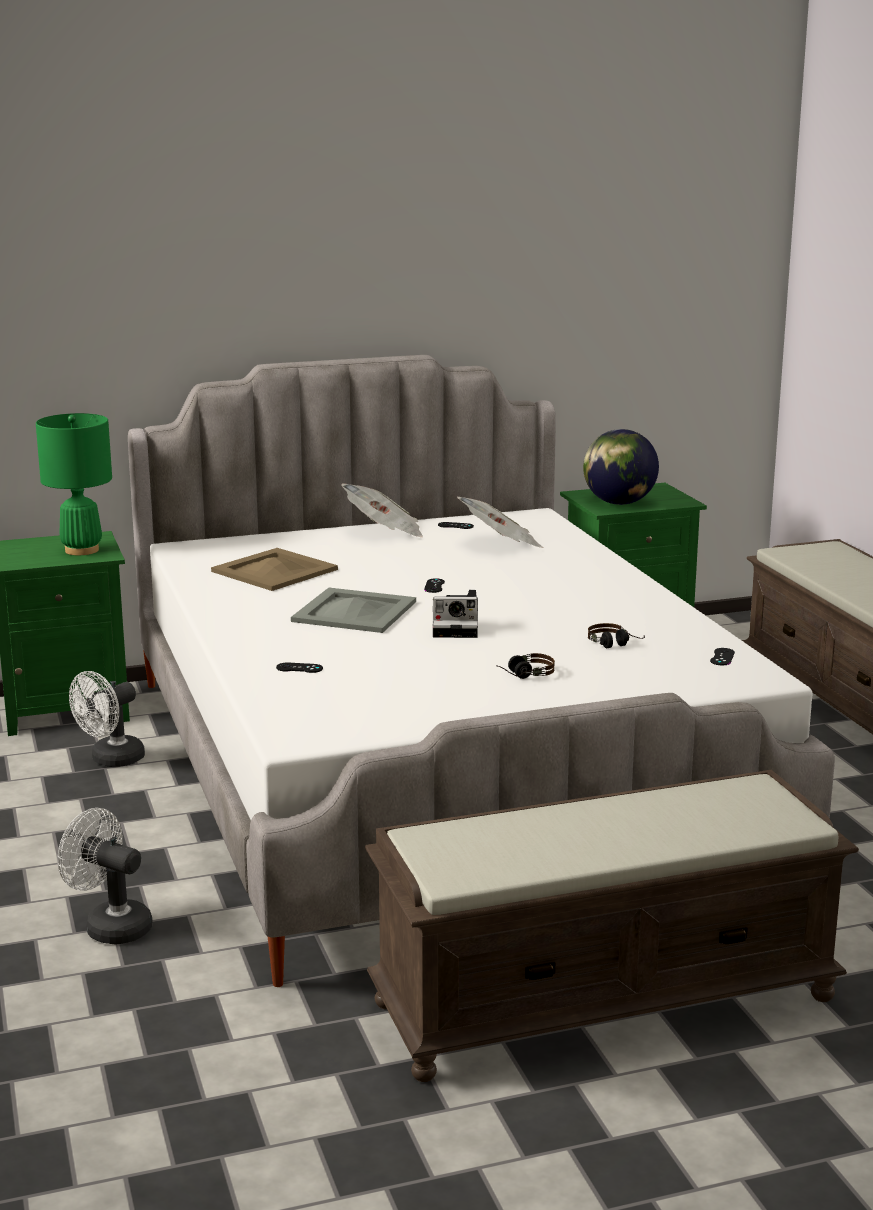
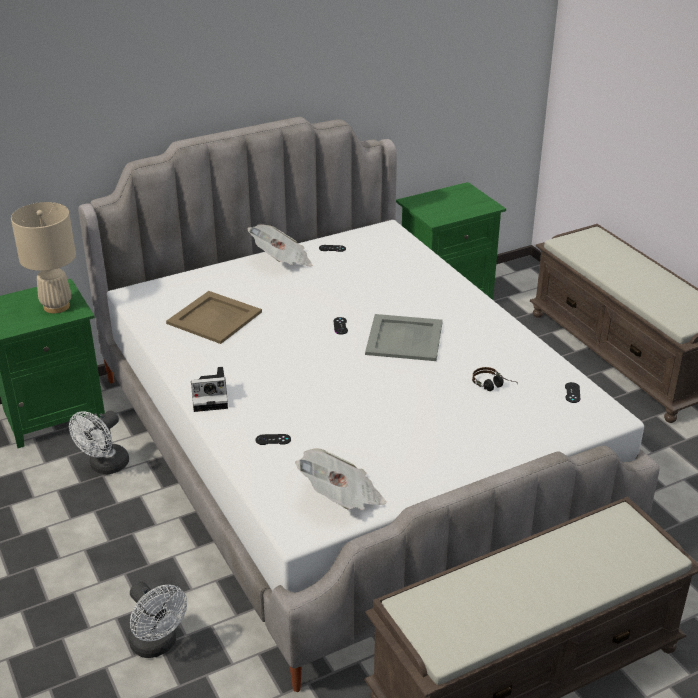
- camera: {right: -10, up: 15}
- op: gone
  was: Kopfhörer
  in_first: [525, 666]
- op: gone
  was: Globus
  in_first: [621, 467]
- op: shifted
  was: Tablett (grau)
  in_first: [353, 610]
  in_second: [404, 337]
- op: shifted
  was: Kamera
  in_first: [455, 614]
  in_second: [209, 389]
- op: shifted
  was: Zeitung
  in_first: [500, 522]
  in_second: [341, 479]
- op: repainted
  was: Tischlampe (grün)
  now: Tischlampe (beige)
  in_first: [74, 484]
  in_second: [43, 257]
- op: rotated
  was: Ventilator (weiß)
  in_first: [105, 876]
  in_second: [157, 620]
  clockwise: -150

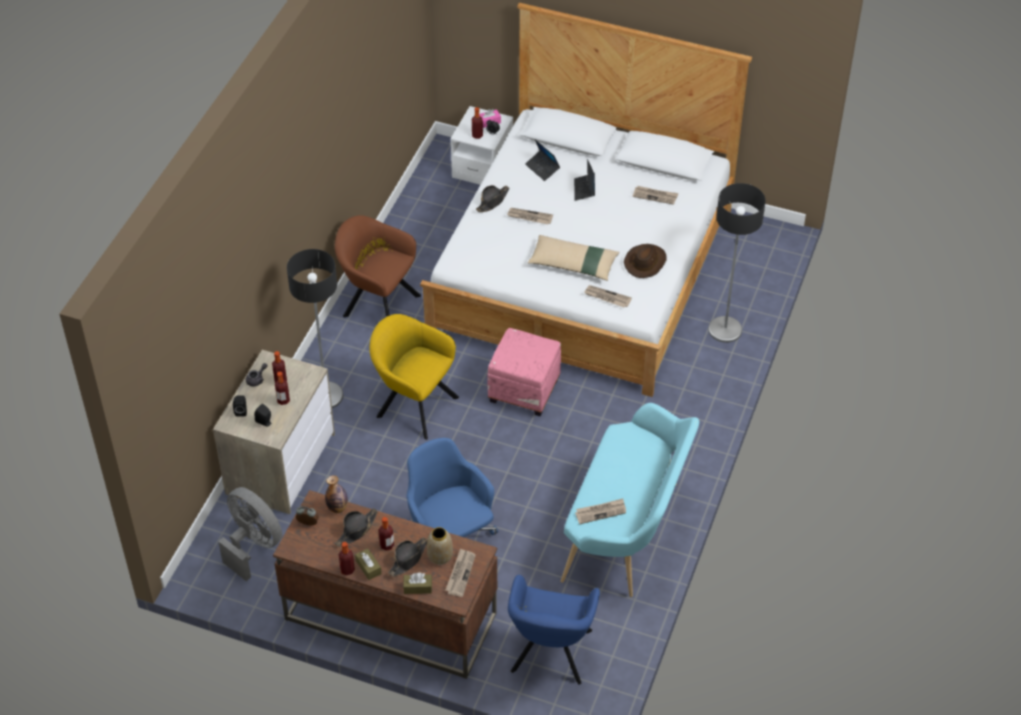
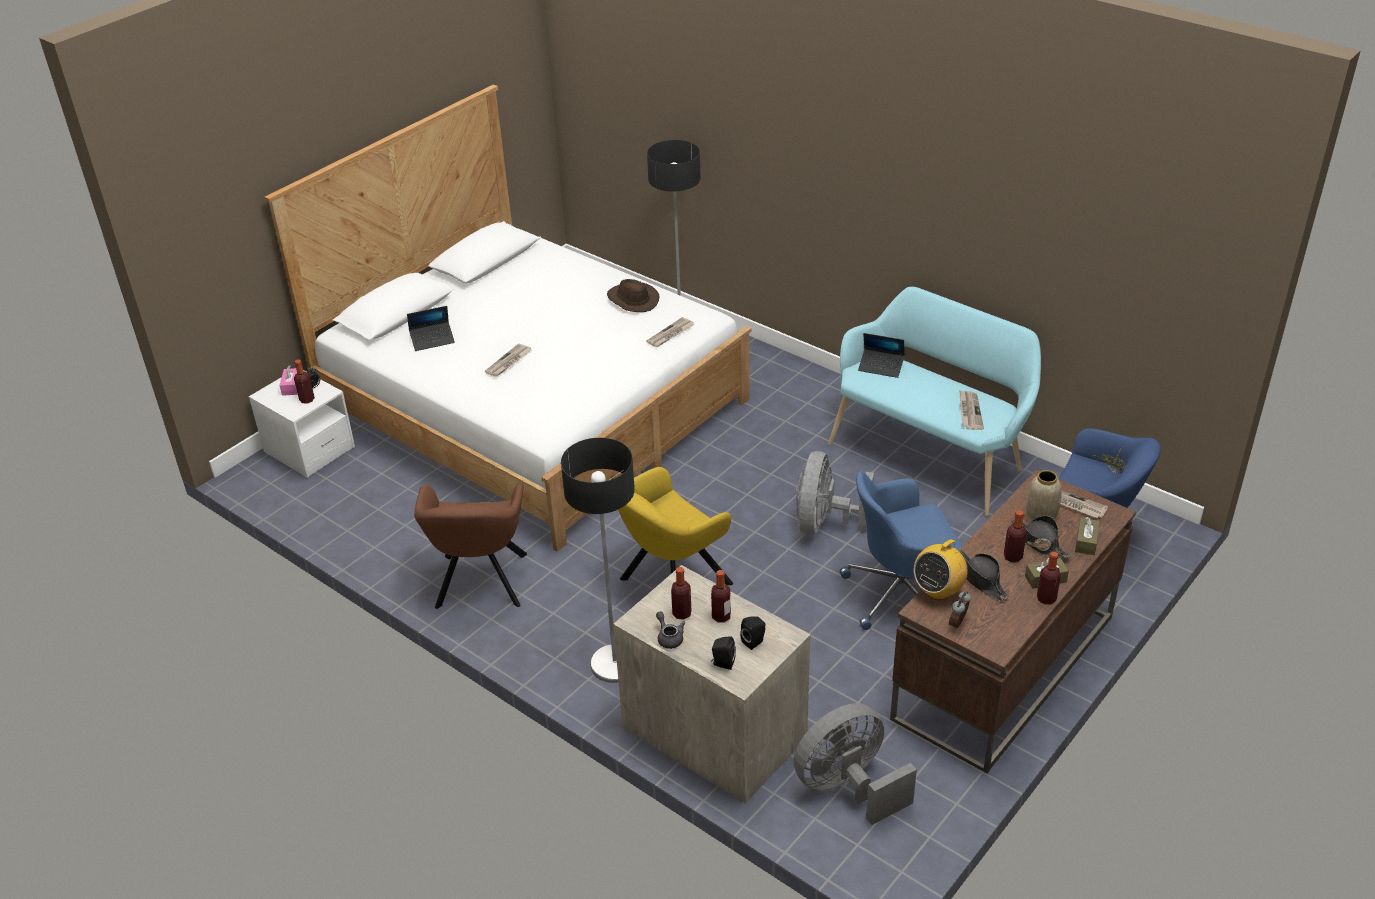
- camera: {right: -70, up: -10}
- op: gone
  was: Hut (schwarz)
  in_first: [493, 198]
- op: gone
  was: Polsterhocker (rosa)
  in_first: [524, 372]
- op: gone
  was: Kissen (beige)
  in_first: [573, 258]
- op: gone
  was: Zeitung
  in_first: [655, 195]
- op: new
  now: Ventilator (grau)
  in_second: [835, 493]
- op: shifted
  was: Laptop
  in_first: [584, 180]
  in_second: [881, 355]
- op: swapped
  was: Flasche
  now: Radio
  in_first: [336, 494]
  in_second: [941, 567]
- op: rotated
  was: Sessel (braun)
  in_first: [378, 266]
  in_second: [470, 545]
  clockwise: -45

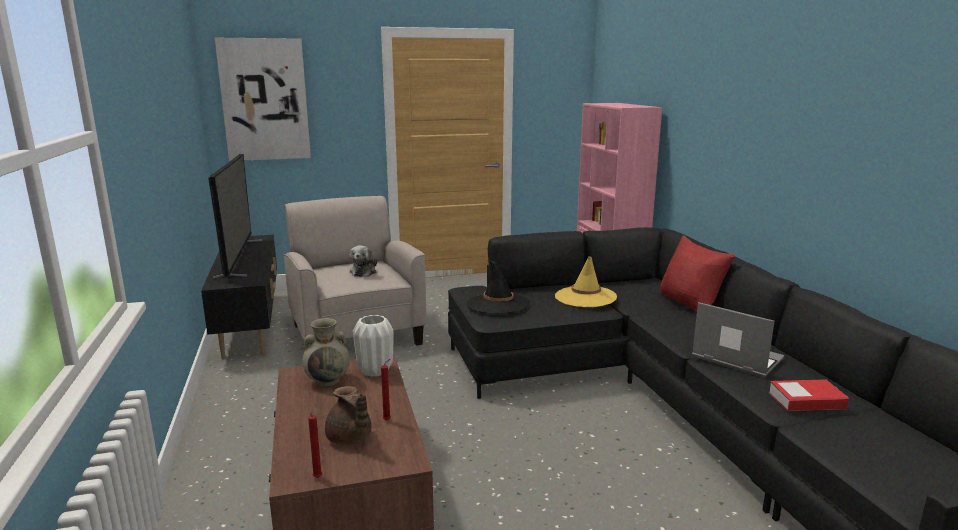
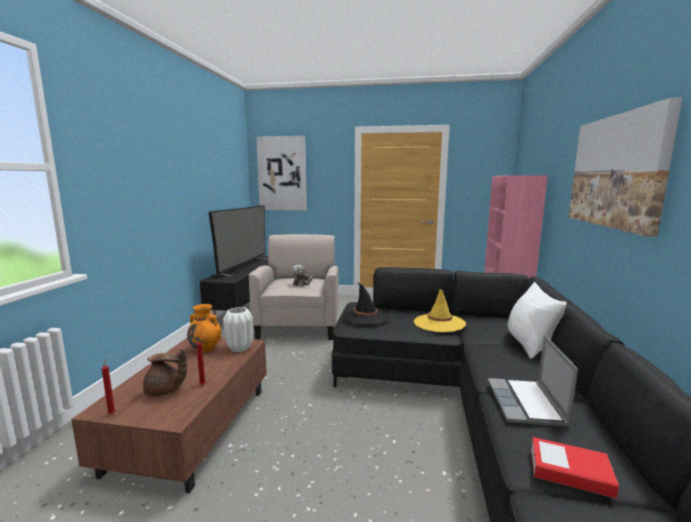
- camera: {right: 25, up: -5}
- op: new
  now: Bild
  in_second: [625, 167]
- op: repainted
  was: Vase (beige)
  now: Vase (orange)
  in_first: [326, 352]
  in_second: [204, 328]
- op: repainted
  was: Kissen (rot)
  now: Kissen (weiß)
  in_first: [697, 274]
  in_second: [537, 320]
- op: rotated
  was: Teekanne (braun)
  in_first: [348, 415]
  in_second: [165, 373]
  clockwise: -75
- op: rotated
  was: Laptop
  in_first: [738, 340]
  in_second: [533, 381]
  clockwise: -150

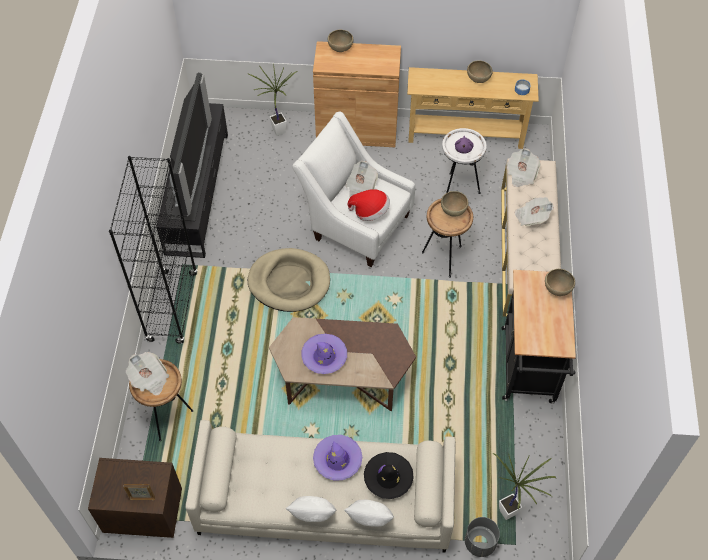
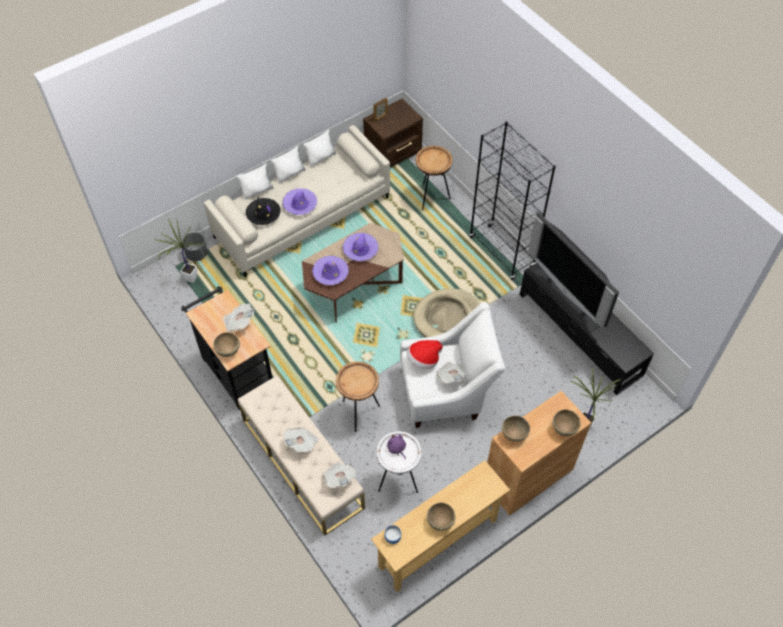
- camera: {right: 140, up: 0}
- op: new
  now: Kissen (weiß)
  in_second: [319, 148]
- op: new
  now: Hut (lila)
  in_second: [330, 270]
- op: shifted
  was: Zeitung
  in_first: [147, 374]
  in_second: [238, 318]
- op: shifted
  was: Schüssel (braun)
  in_first: [455, 204]
  in_second: [516, 428]

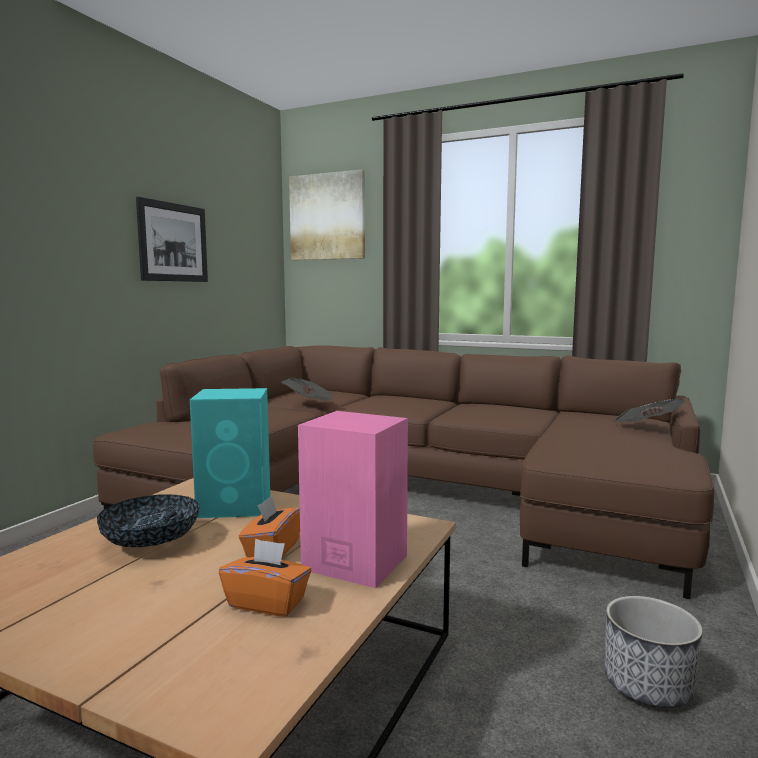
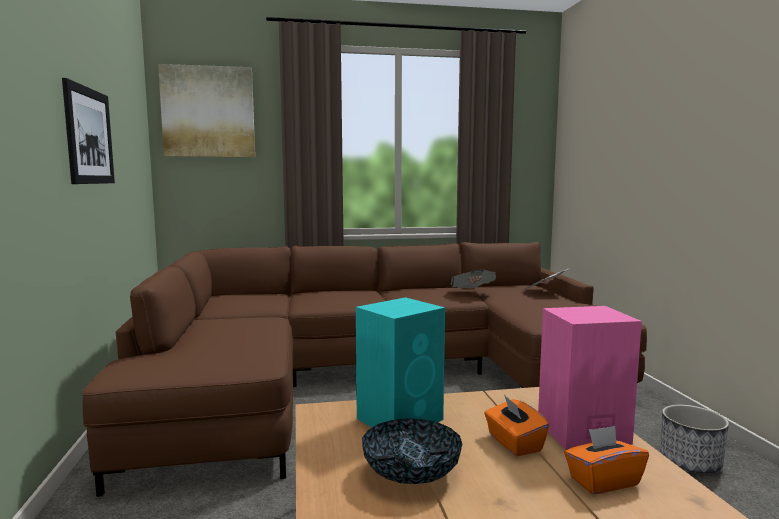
- camera: {right: -35, up: 0}
- op: shifted
  was: Zeitung
  in_first: [307, 389]
  in_second: [473, 279]

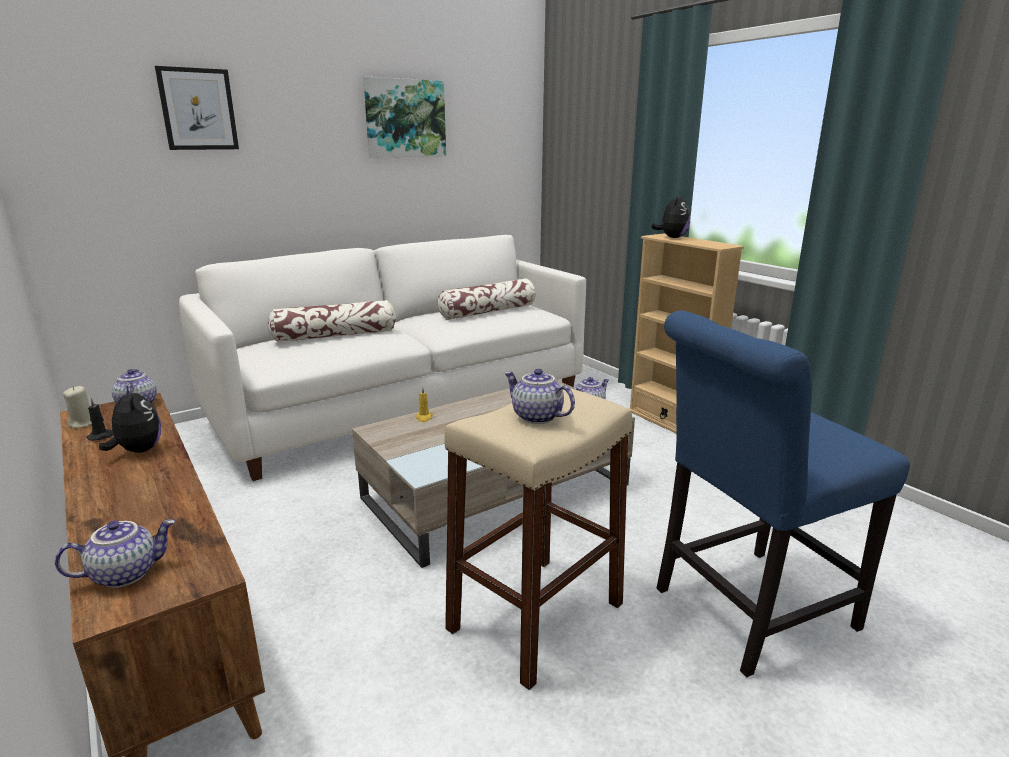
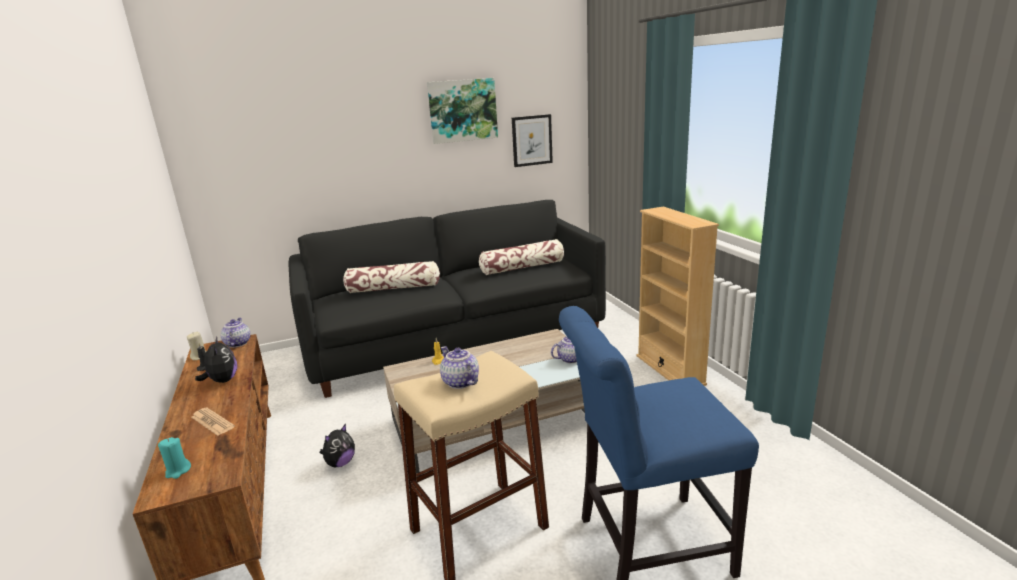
- camera: {right: 15, up: 0}
- op: new
  now: Zeitung
  in_second: [213, 421]
- op: shifted
  was: Bild
  in_first: [197, 108]
  in_second: [532, 140]
- op: shifted
  was: Plüschtier
  in_first: [670, 216]
  in_second: [337, 446]
- op: swapped
  was: Teekanne
  now: Kerze (türkis)
  in_first: [115, 553]
  in_second: [174, 458]
- op: repainted
  was: Sofa (weiß)
  now: Sofa (schwarz)
  in_first: [382, 358]
  in_second: [447, 299]

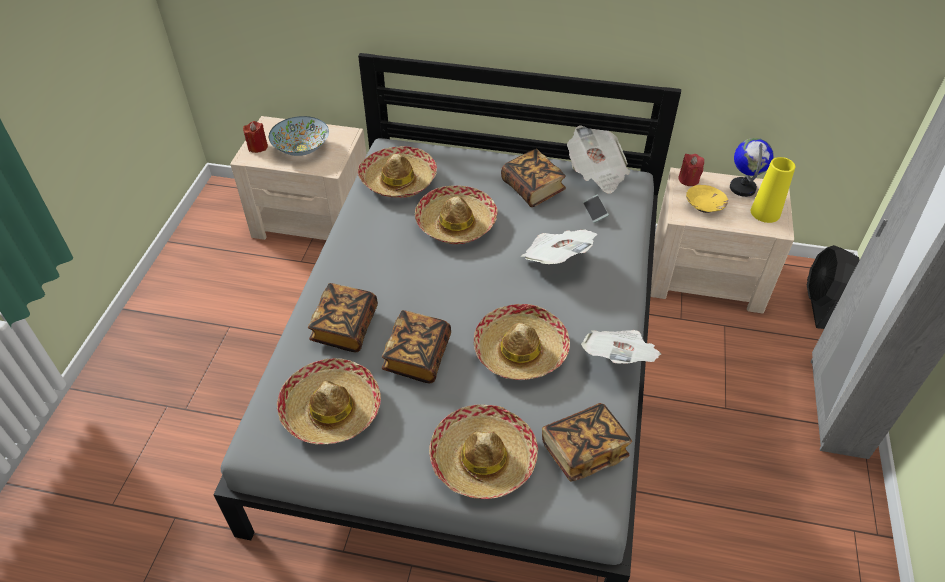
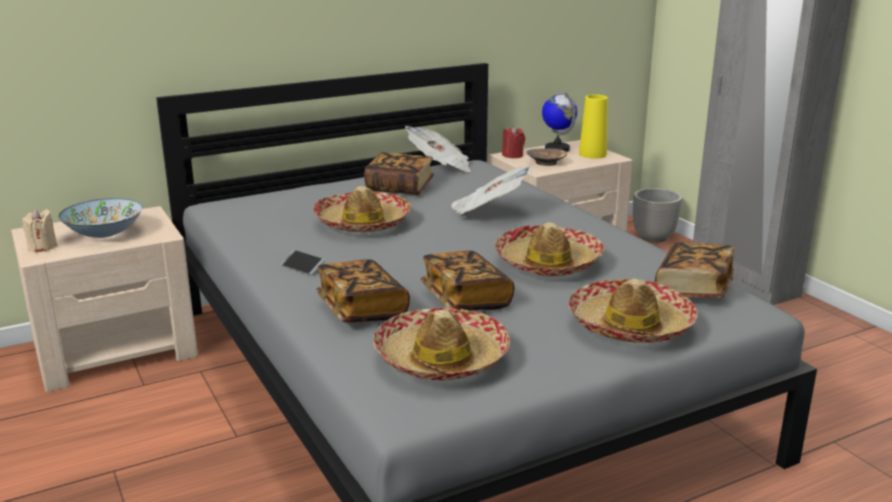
- camera: {right: -40, up: -25}
- op: gone
  was: Hut
  in_first: [397, 172]
- op: gone
  was: Zeitung
  in_first: [621, 347]
- op: shifted
  was: Handy
  in_first: [596, 209]
  in_second: [302, 262]
- op: swapped
  was: Ventilator (schwarz)
  now: Pflanzkübel
  in_first: [833, 287]
  in_second: [657, 215]
- op: repainted
  was: Kerze (rot)
  now: Kerze (beige)
  in_first: [255, 137]
  in_second: [39, 231]
- op: repainted
  was: Schüssel (gelb)
  now: Schüssel (braun)
  in_first: [707, 199]
  in_second: [547, 157]

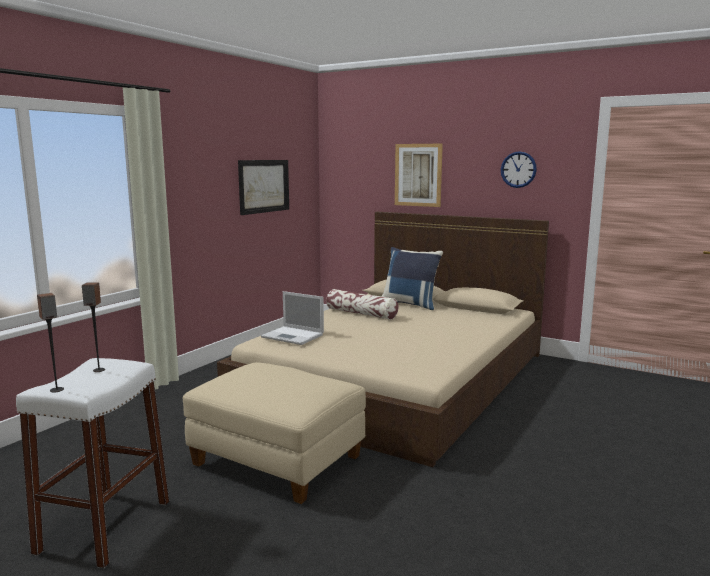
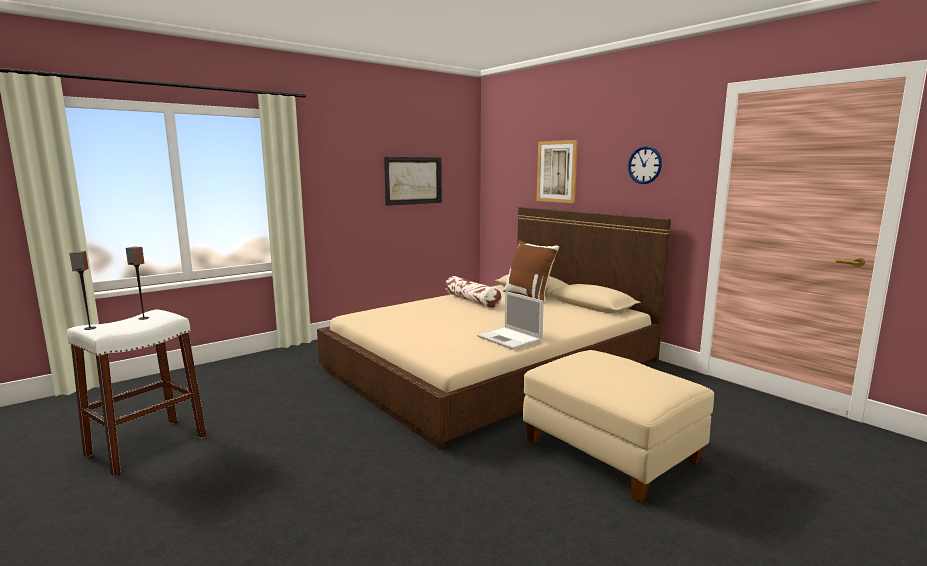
- camera: {right: 20, up: 0}
- op: shifted
  was: Polsterhocker (beige)
  in_first: [274, 433]
  in_second: [618, 426]
- op: shifted
  was: Laptop
  in_first: [292, 318]
  in_second: [510, 320]
- op: repainted
  was: Kissen (blau)
  now: Kissen (braun)
  in_first: [412, 278]
  in_second: [531, 271]

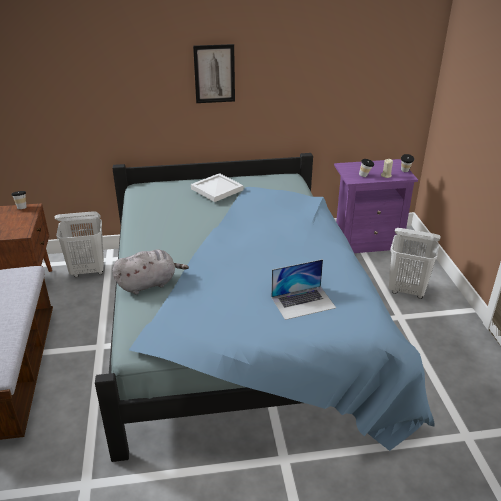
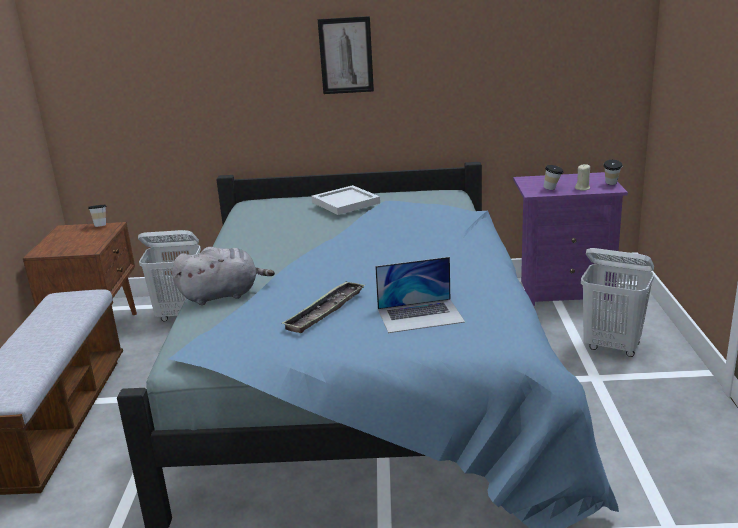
- camera: {right: 10, up: -10}
- op: new
  now: Tablett
  in_second: [323, 307]

